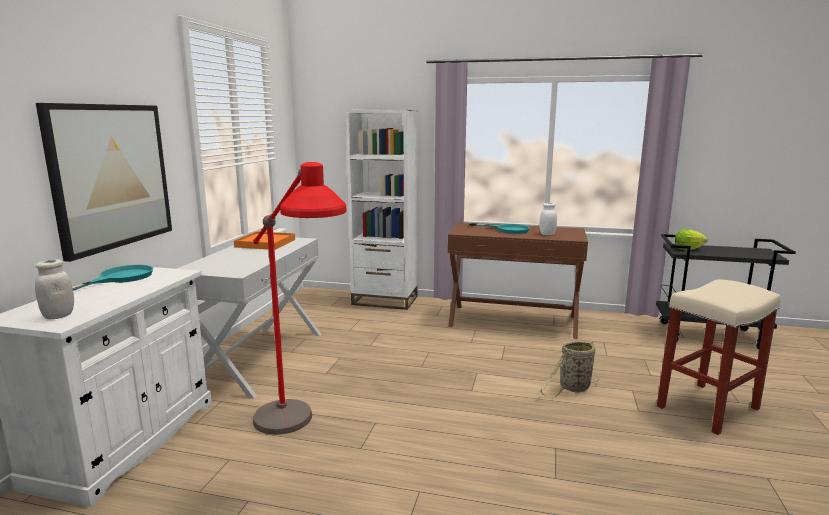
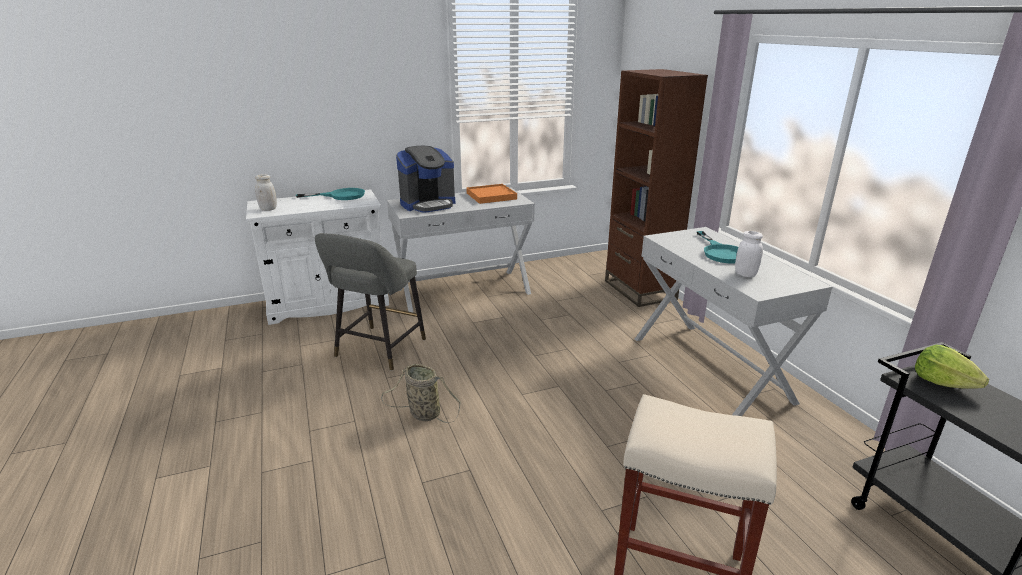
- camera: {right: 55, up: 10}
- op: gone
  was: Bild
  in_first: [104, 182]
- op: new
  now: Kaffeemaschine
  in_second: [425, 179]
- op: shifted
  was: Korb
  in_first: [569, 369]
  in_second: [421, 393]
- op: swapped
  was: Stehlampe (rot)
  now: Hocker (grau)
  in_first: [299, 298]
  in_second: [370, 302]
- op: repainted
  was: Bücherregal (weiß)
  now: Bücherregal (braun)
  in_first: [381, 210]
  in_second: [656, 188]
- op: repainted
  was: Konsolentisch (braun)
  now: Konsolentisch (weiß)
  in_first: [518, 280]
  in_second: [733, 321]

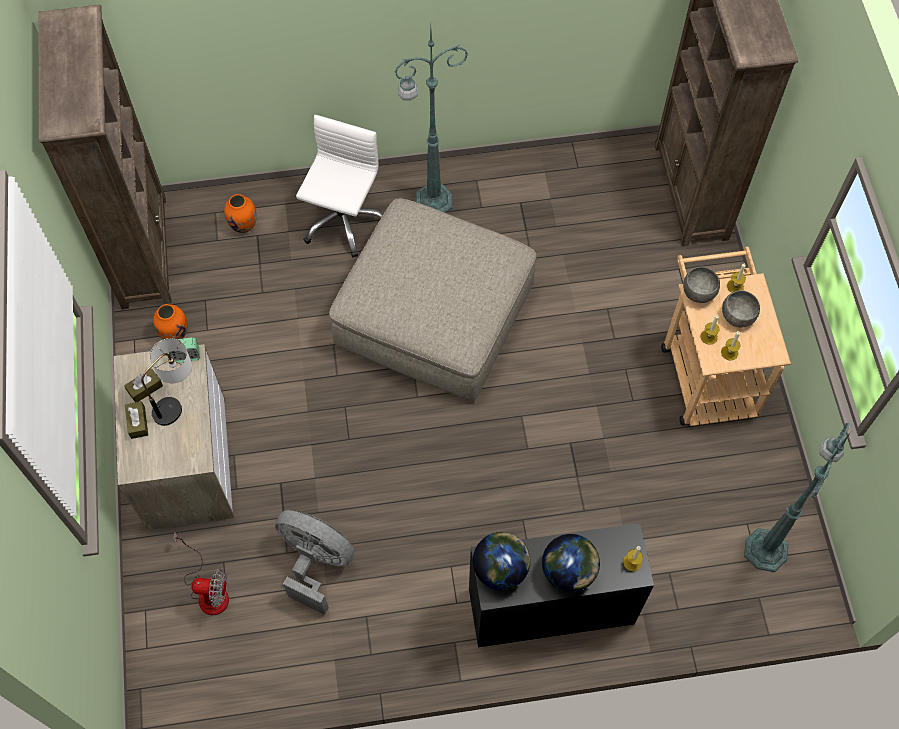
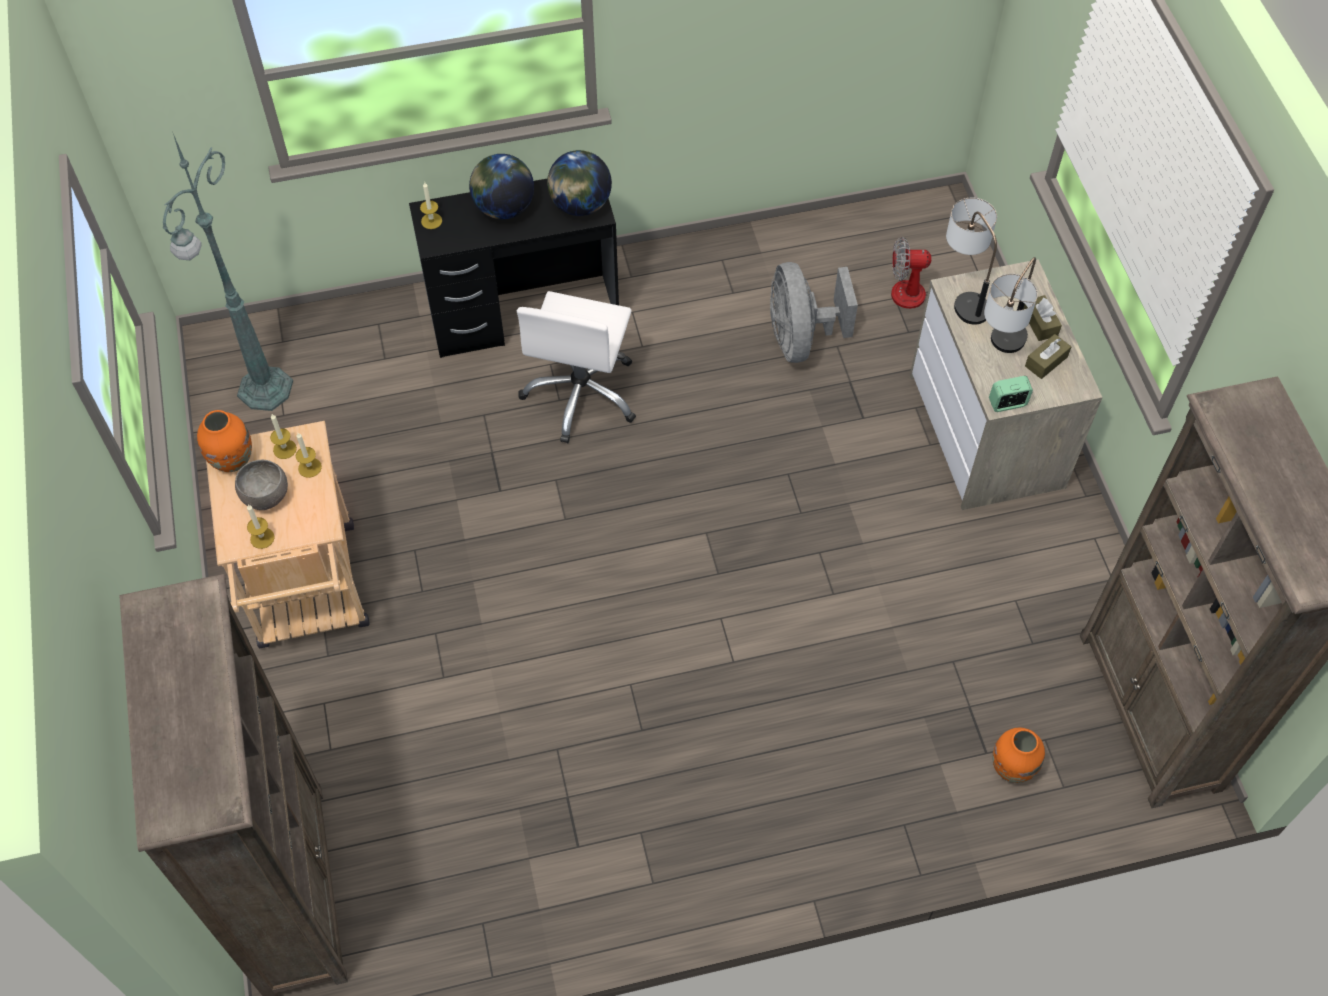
- camera: {right: 175, up: -5}
- op: gone
  was: Polsterhocker (beige)
  in_first: [433, 299]
- op: gone
  was: Stehlampe (grün)
  in_first: [431, 119]
- op: gone
  was: Schüssel (grau)
  in_first: [701, 285]
- op: new
  now: Tischlampe
  in_second: [971, 261]
- op: shifted
  was: Vase (orange)
  in_first: [170, 321]
  in_second: [224, 441]
- op: shifted
  was: Bürostuhl (weiß)
  in_first: [339, 186]
  in_second: [576, 367]
- op: rotated
  was: Ventilator (grau)
  in_first: [314, 562]
  in_second: [814, 312]
  clockwise: 60

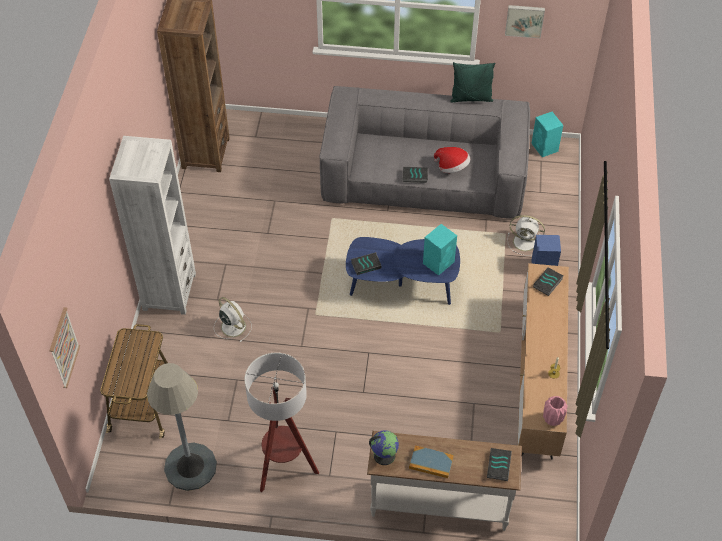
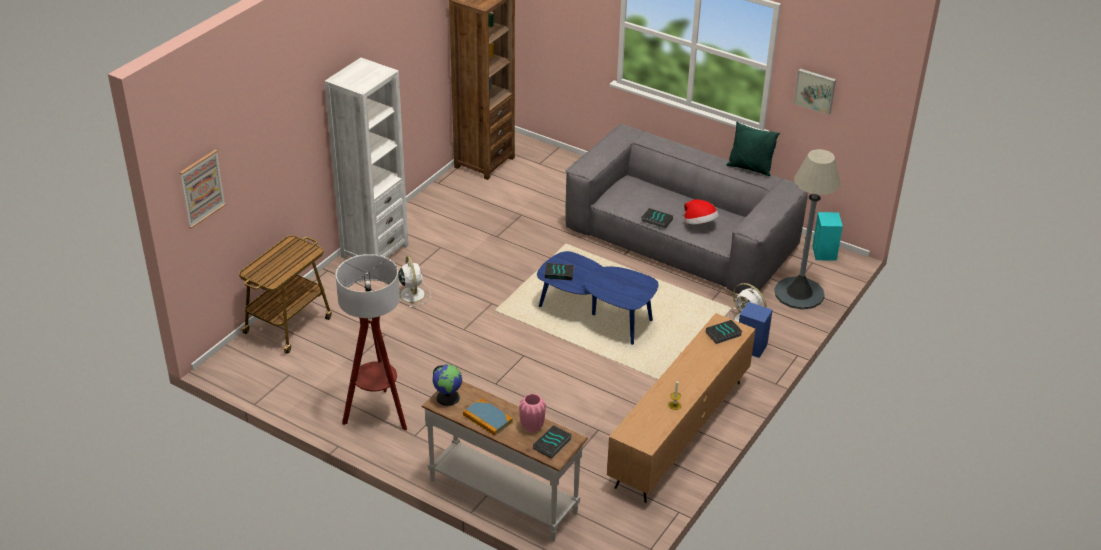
- camera: {right: 25, up: -15}
- op: gone
  was: Lautsprecher (türkis)
  in_first: [440, 250]
- op: shifted
  was: Stehlampe (grau)
  in_first: [182, 427]
  in_second: [807, 229]
- op: shifted
  was: Vase (rosa)
  in_first: [555, 411]
  in_second: [532, 413]

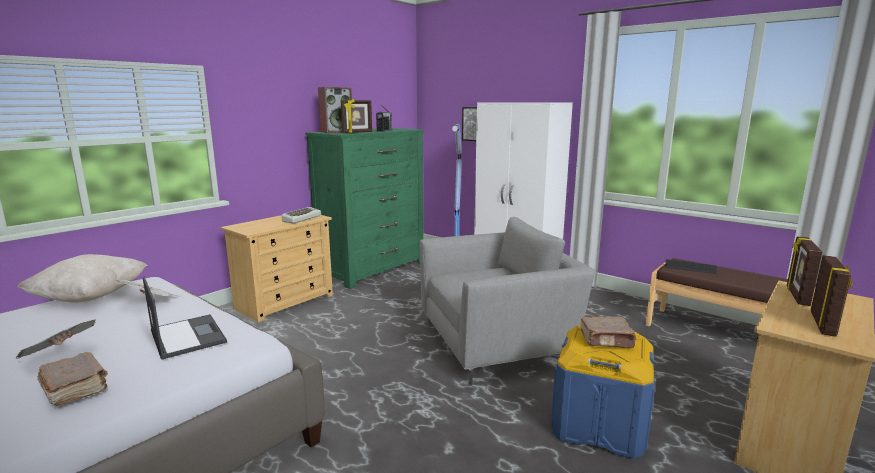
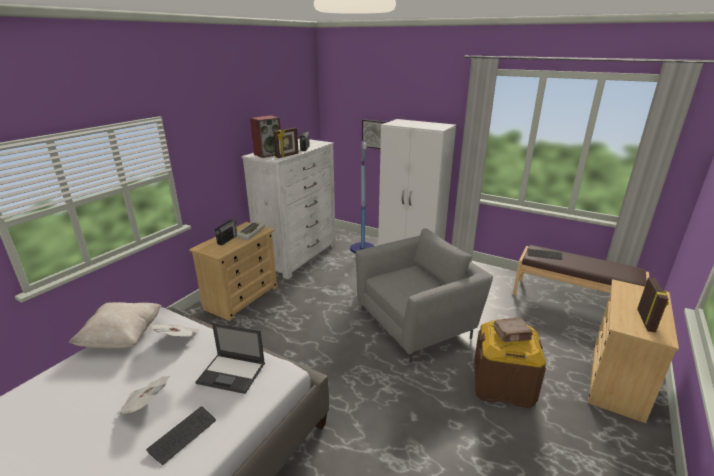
- camera: {right: -10, up: 10}
- op: gone
  was: Bilderrahmen
  in_first: [804, 271]
- op: new
  now: Radio
  in_second: [226, 232]
- op: swapped
  was: Buch (braun)
  now: Tastatur
  in_first: [73, 379]
  in_second: [181, 435]
- op: repainted
  was: Kommode (grün)
  now: Kommode (weiß)
  in_first: [364, 208]
  in_second: [289, 209]
- op: repainted
  was: Aufbewahrungsbox (blau)
  now: Aufbewahrungsbox (braun)
  in_first: [603, 392]
  in_second: [510, 363]
- op: rotated
  was: Laptop
  in_first: [185, 318]
  in_second: [230, 358]
  clockwise: 150

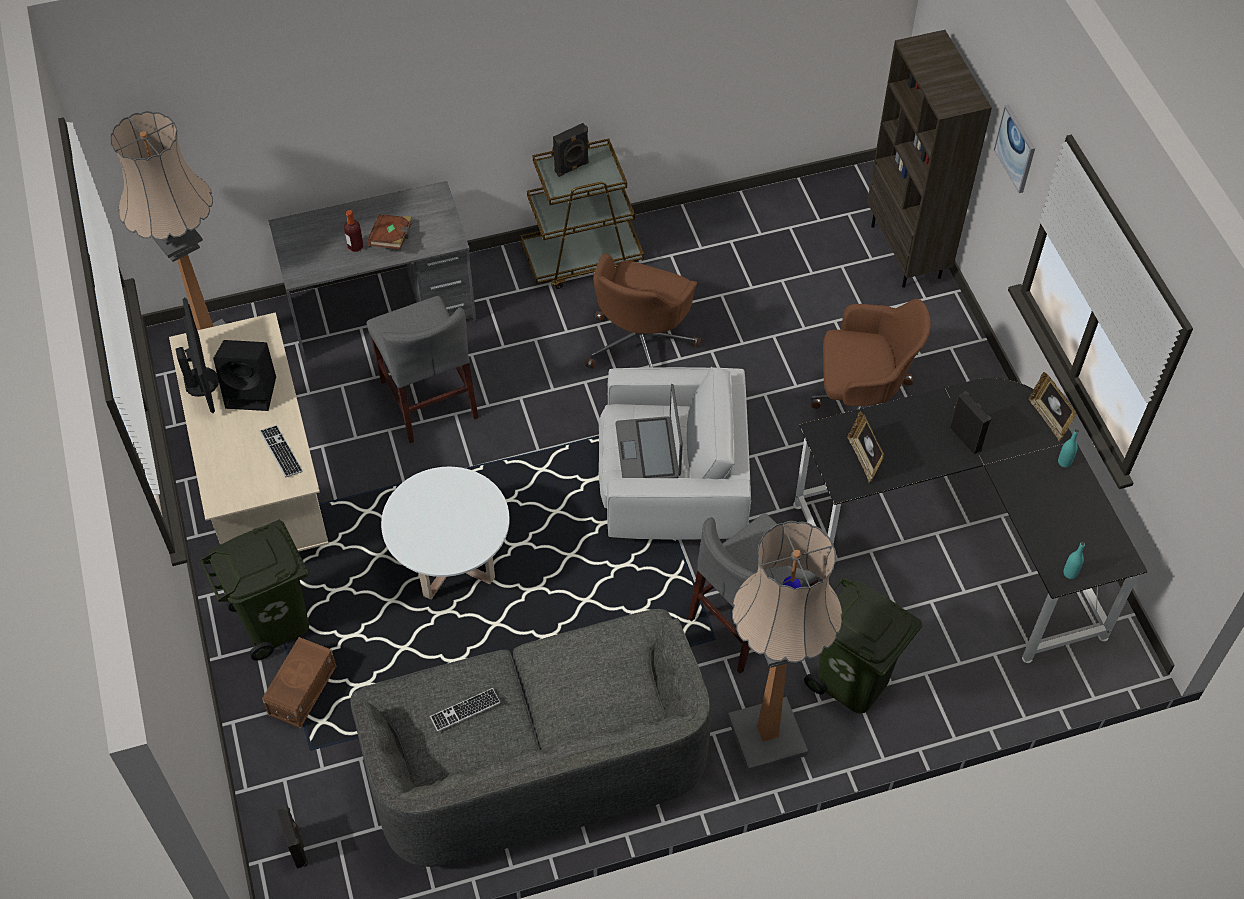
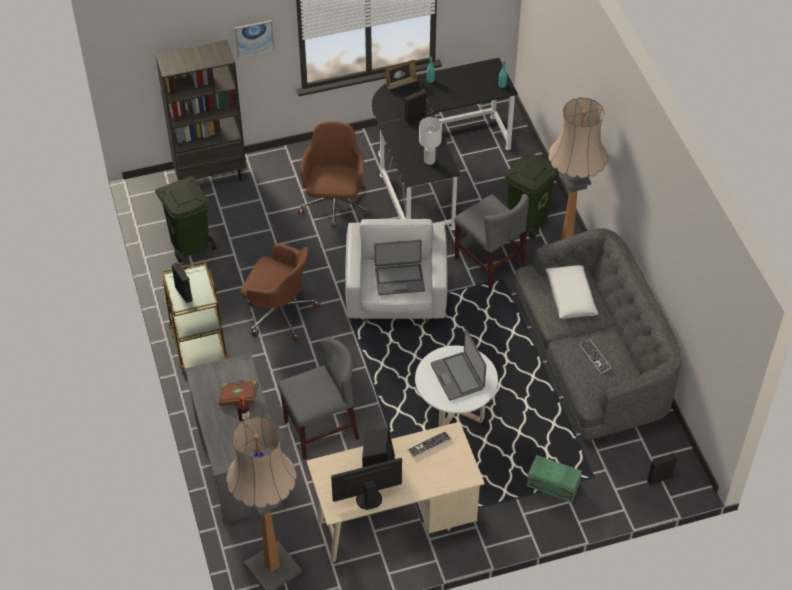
- camera: {right: -90, up: -5}
- op: new
  now: Laptop
  in_second: [458, 365]
- op: new
  now: Kissen (weiß)
  in_second: [572, 292]
- op: shifted
  was: Mülleimer (grün)
  in_first: [254, 590]
  in_second: [185, 219]
- op: swapped
  was: Bilderrahmen
  now: Tischlampe (weiß)
  in_first: [866, 447]
  in_second: [430, 141]
- op: repainted
  was: Aufbewahrungsbox (braun)
  now: Aufbewahrungsbox (grün)
  in_first: [299, 682]
  in_second: [554, 479]

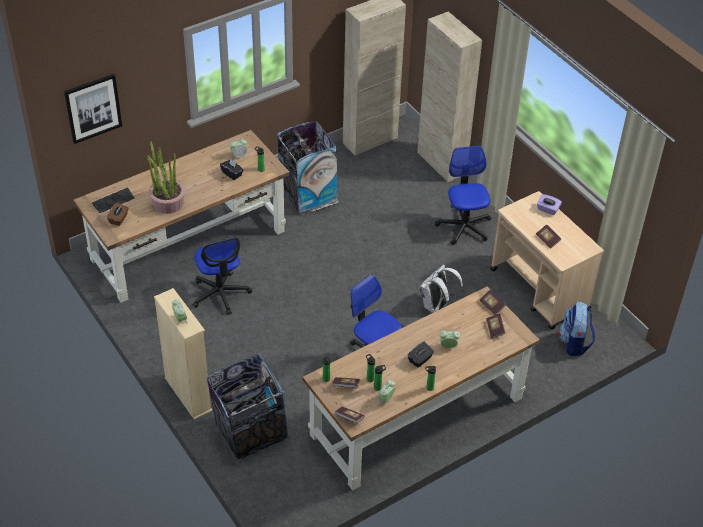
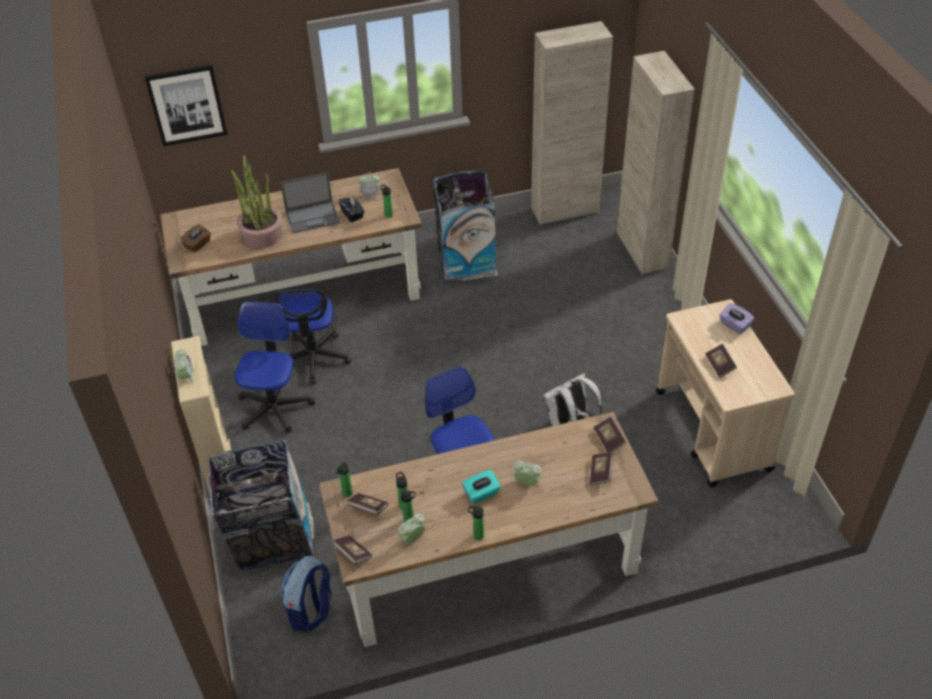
- camera: {right: 20, up: 0}
- op: gone
  was: Tastatur
  in_first: [113, 200]
- op: new
  now: Laptop
  in_second: [310, 202]
- op: shifted
  was: Bürostuhl
  in_first: [463, 195]
  in_second: [275, 367]
- op: shifted
  was: Rucksack
  in_first: [577, 329]
  in_second: [306, 594]
- op: repainted
  was: Taschentuchbox (schwarz)
  now: Taschentuchbox (türkis)
  in_first: [421, 355]
  in_second: [481, 487]

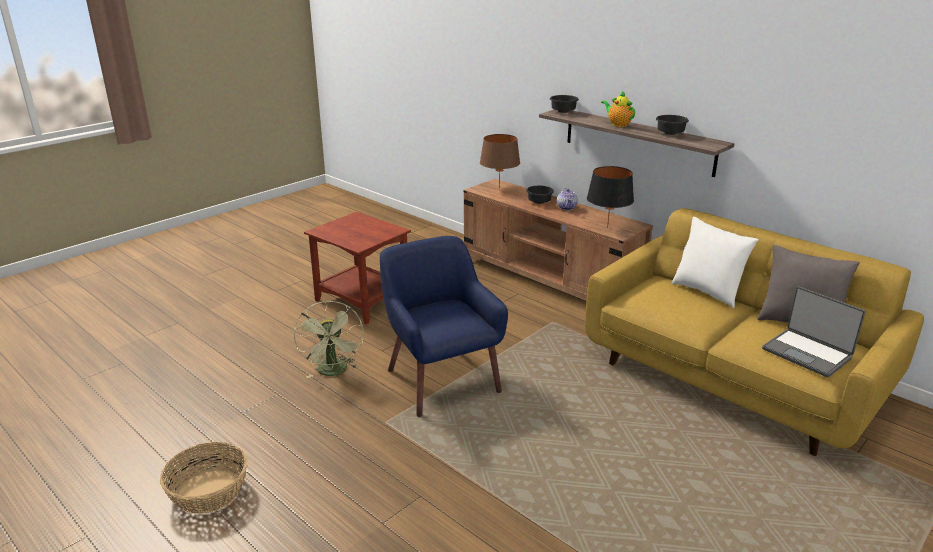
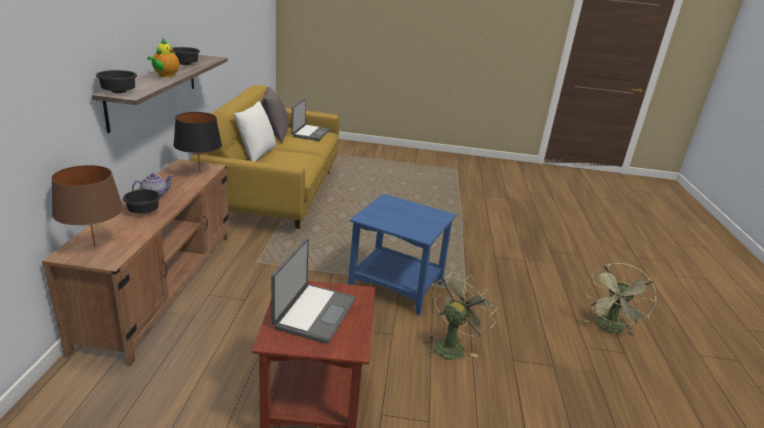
- camera: {right: -130, up: 0}
- op: new
  now: Laptop
  in_second: [313, 291]
- op: swapped
  was: Korb
  now: Ventilator (grün)
  in_first: [204, 478]
  in_second: [620, 300]
- op: swapped
  was: Sessel (blau)
  now: Beistelltisch (blau)
  in_first: [444, 326]
  in_second: [402, 254]

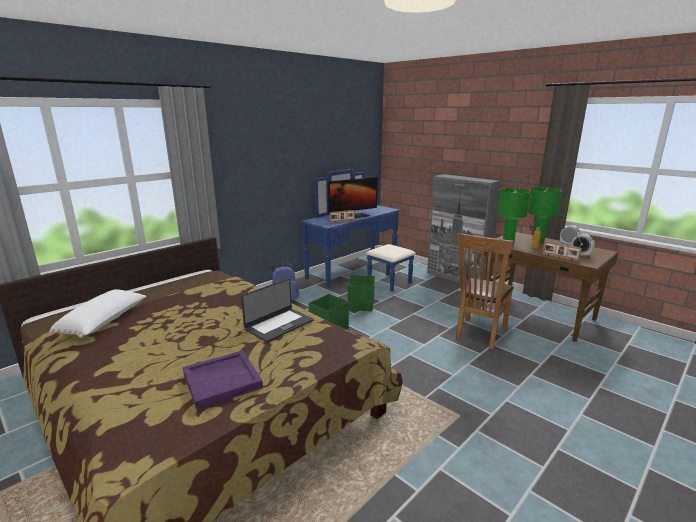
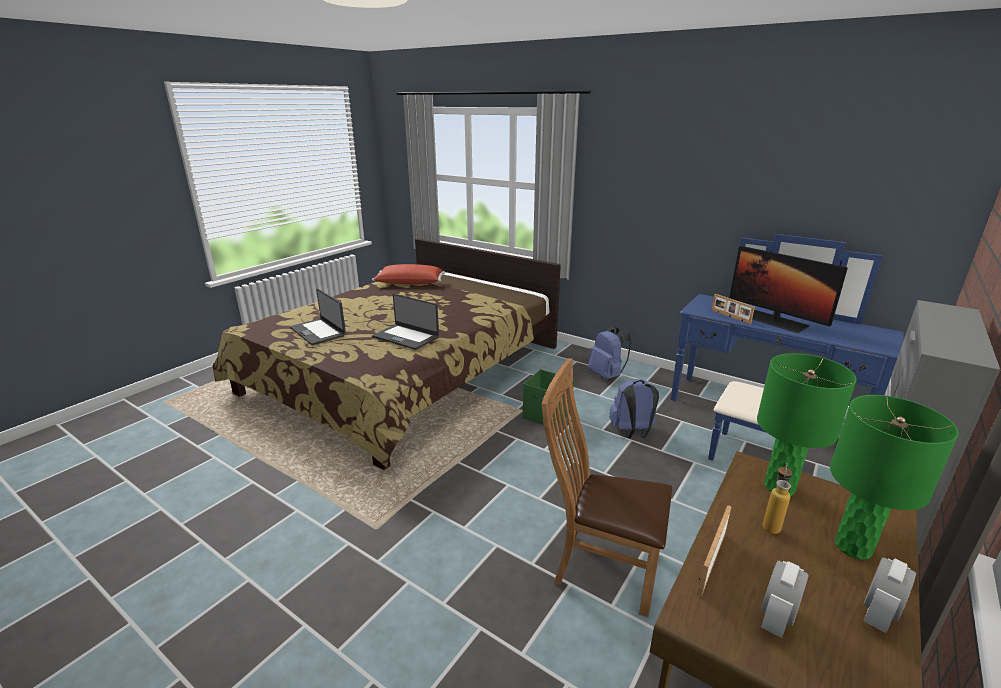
- camera: {right: 80, up: 5}
- op: swapped
  was: Tablett (lila)
  now: Laptop
  in_first: [223, 380]
  in_second: [318, 317]
- op: swapped
  was: Aufbewahrungsbox (grün)
  now: Rucksack (blau)
  in_first: [361, 293]
  in_second: [634, 408]
- op: repainted
  was: Kissen (weiß)
  now: Kissen (rot)
  in_first: [97, 313]
  in_second: [408, 274]

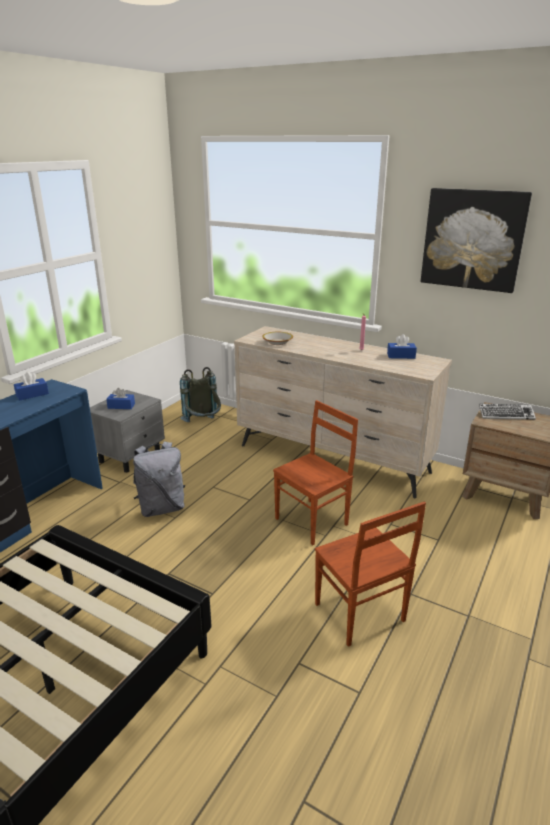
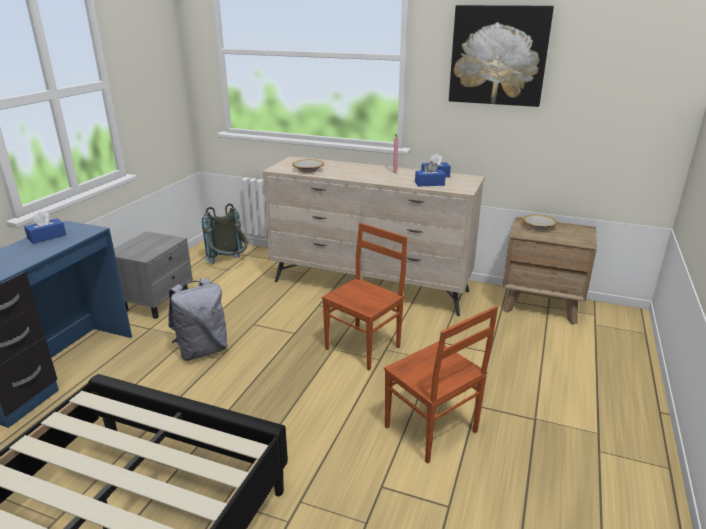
- camera: {right: -10, up: 0}
- op: shifted
  was: Taschentuchbox (blau)
  in_first: [120, 398]
  in_second: [430, 174]
- op: swapped
  was: Tastatur
  now: Schüssel
  in_first: [507, 412]
  in_second: [540, 222]

